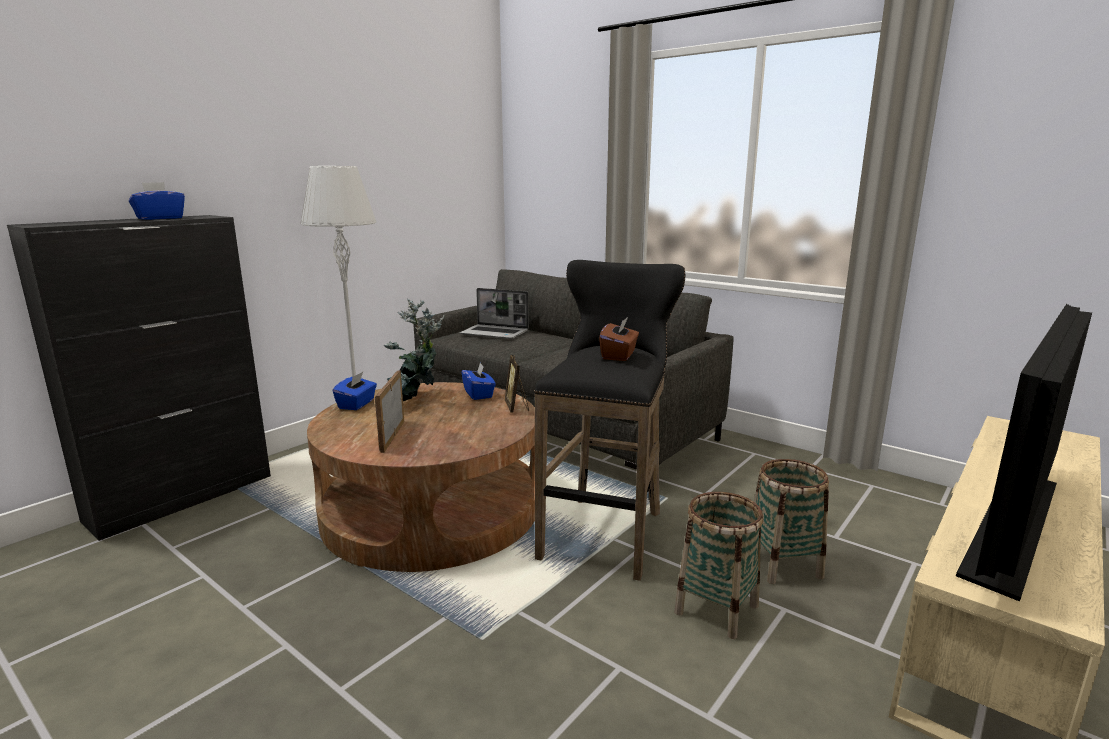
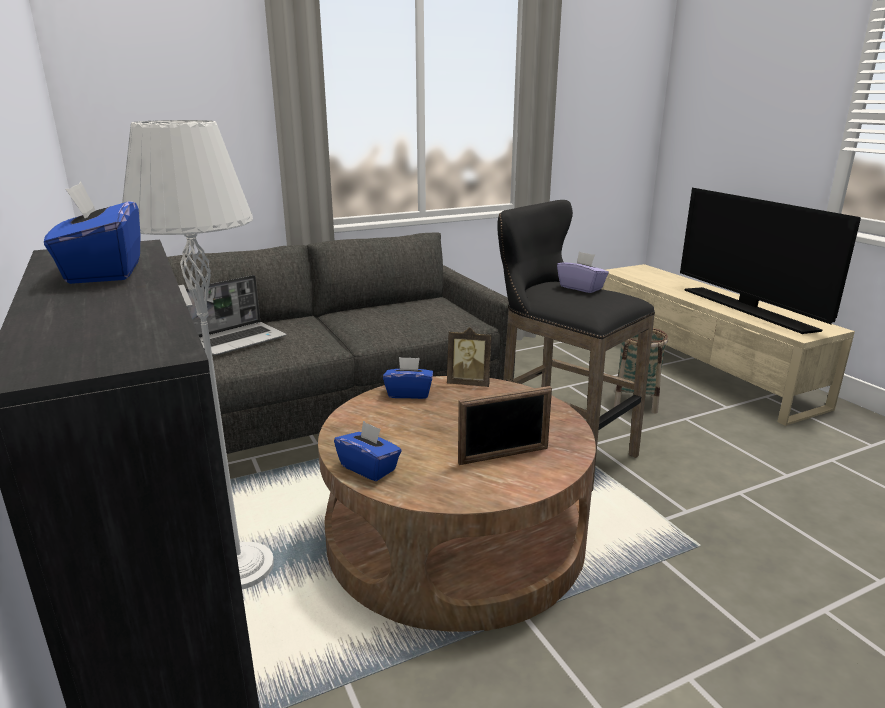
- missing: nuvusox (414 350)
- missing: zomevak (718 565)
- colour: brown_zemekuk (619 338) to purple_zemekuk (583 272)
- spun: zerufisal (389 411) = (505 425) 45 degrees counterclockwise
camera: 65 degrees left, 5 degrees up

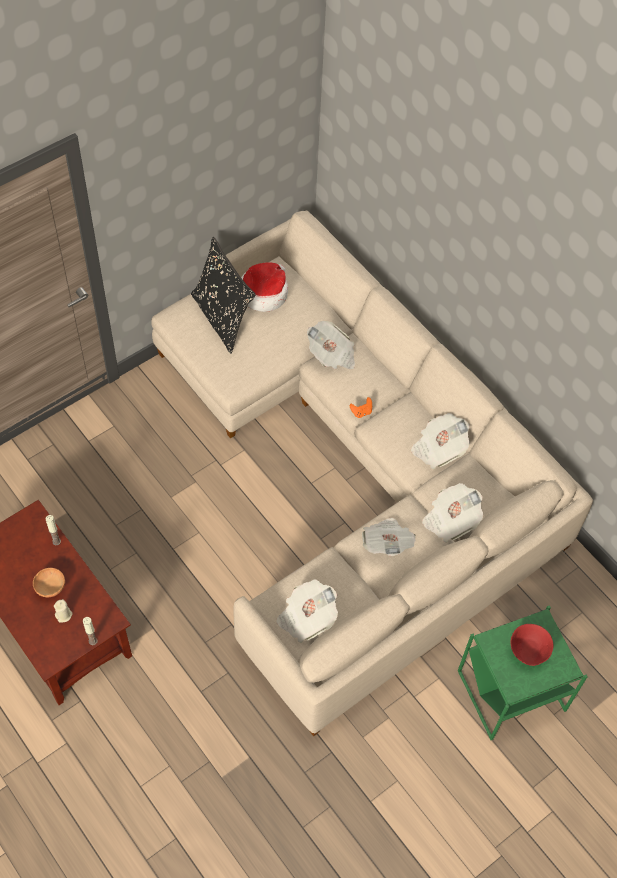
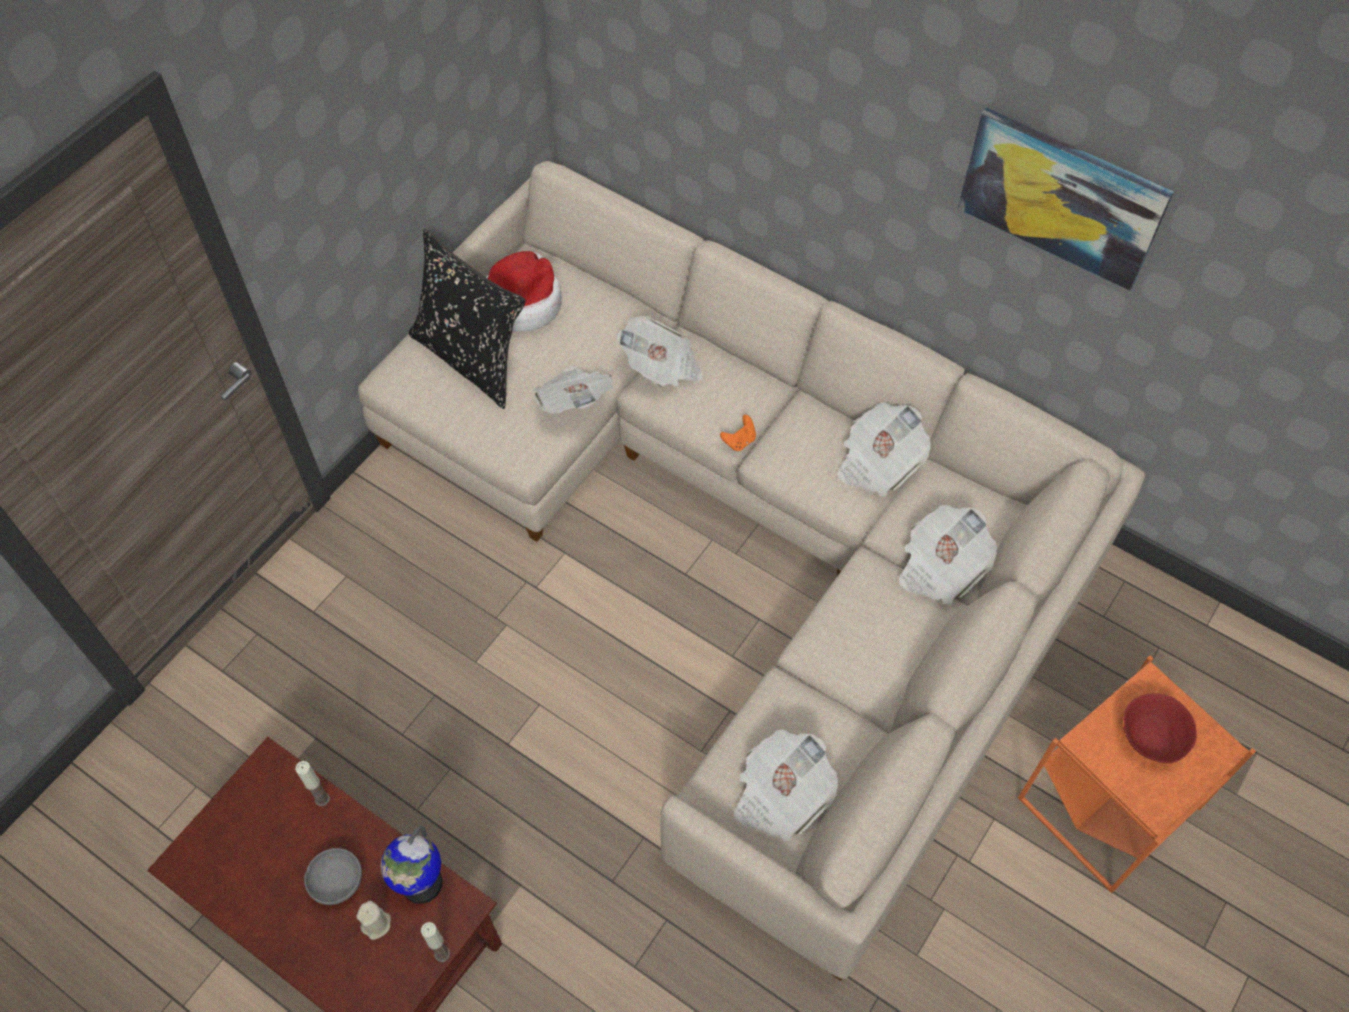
- appeared: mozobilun (411 865)
- appeared: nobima (1066 199)
- relocated: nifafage (389 537) to (573 390)
- colour: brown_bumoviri (49 582) to grey_bumoviri (333 876)
- colour: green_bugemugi (523 672) to orange_bugemugi (1137 774)
camera: 15 degrees left, 0 degrees up

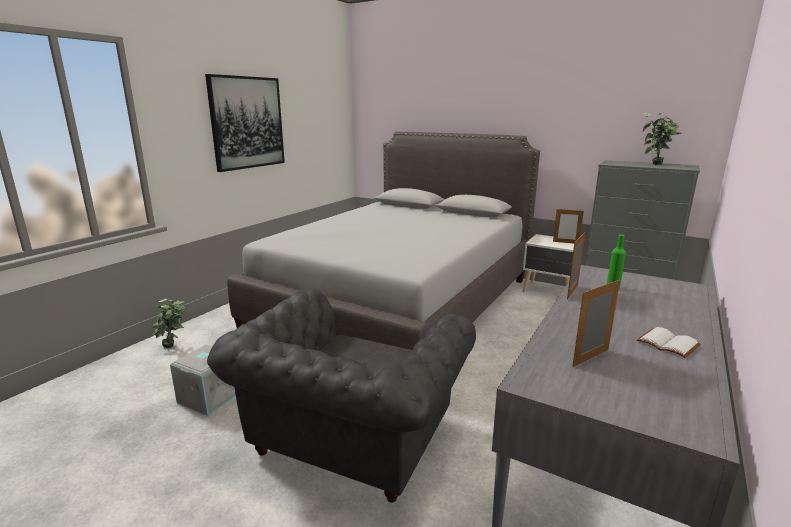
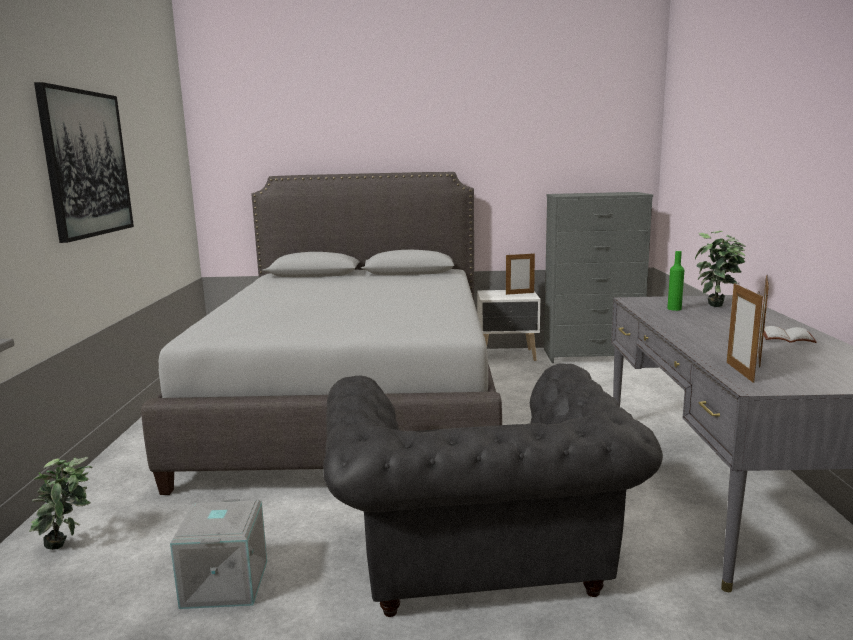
- relocated: zerufisal (576 266) to (745 333)
- relocated: nuvusox (662 139) to (720 269)
camera: 30 degrees left, 5 degrees down

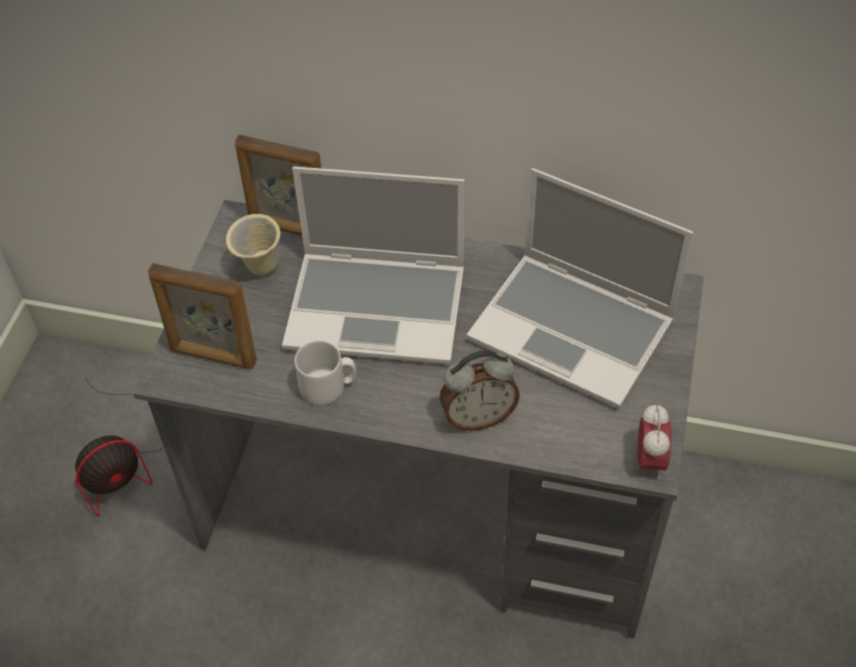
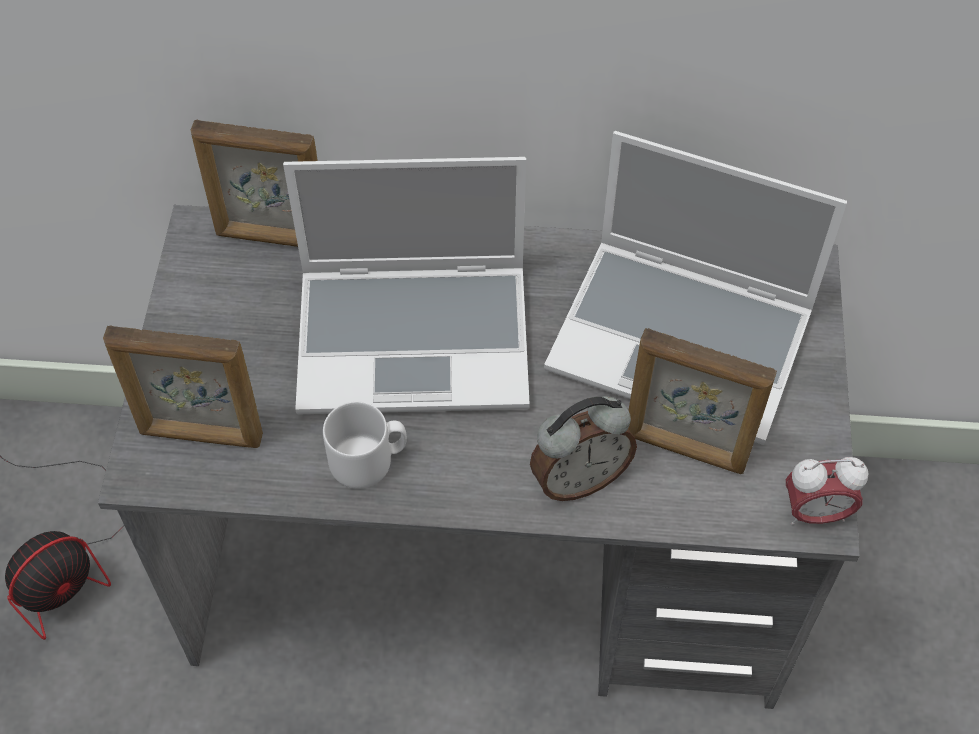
- missing: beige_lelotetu (253 244)
- appeared: zerufisal (702 401)
- spun: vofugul (655 441) = (827 491) 90 degrees clockwise
camera: 10 degrees left, 5 degrees up

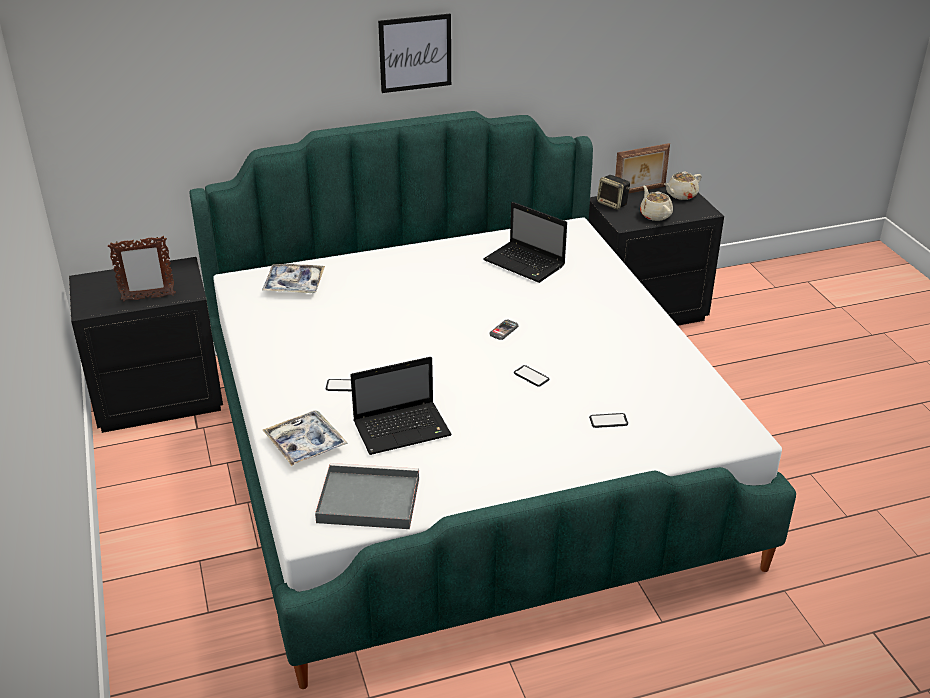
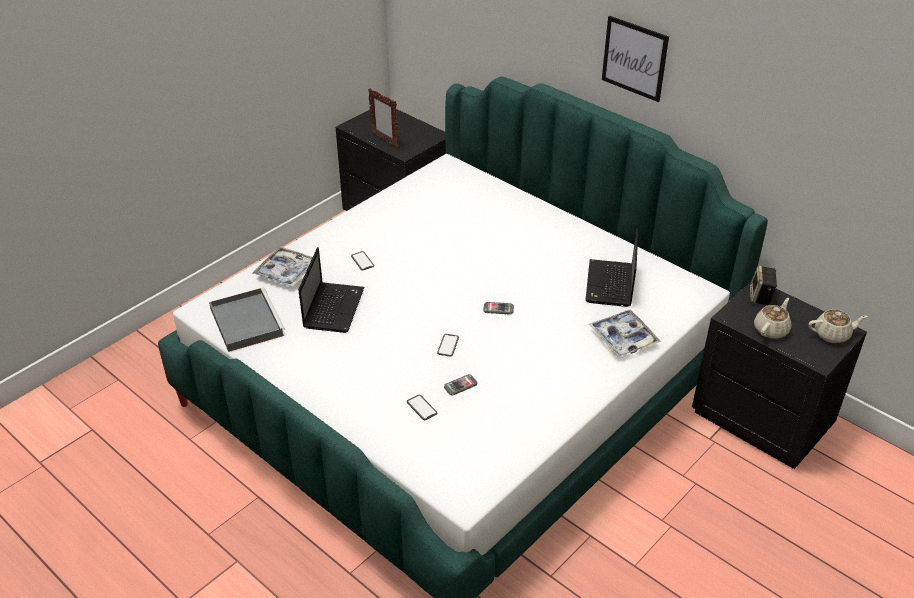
- missing: zerufisal (642 168)
- appeared: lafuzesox (460 385)
- relocated: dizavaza (293 278) to (625 333)
- spun: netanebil (401 406) = (331 290) 120 degrees counterclockwise
- spun: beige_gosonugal (683 186) = (838 326) 150 degrees clockwise
camera: 60 degrees right, 5 degrees up

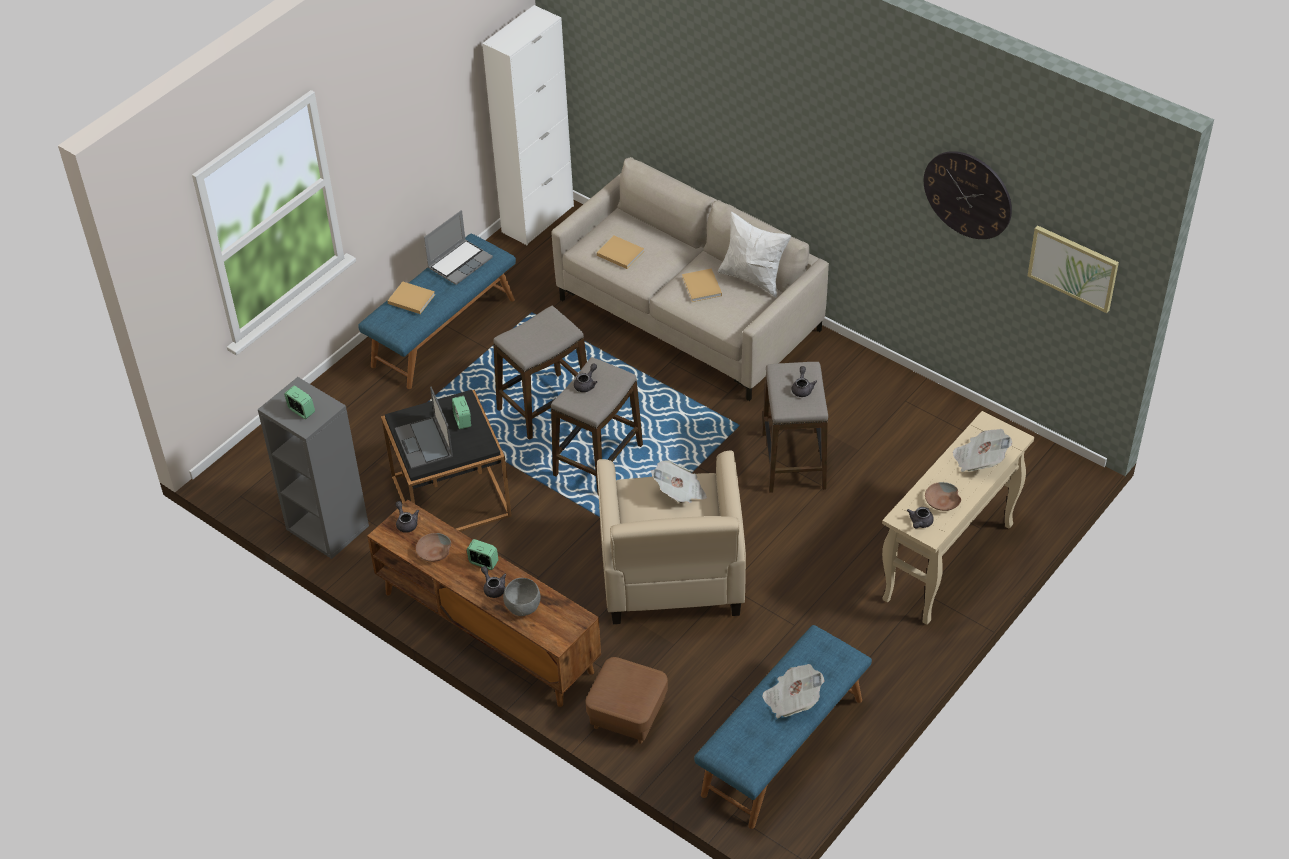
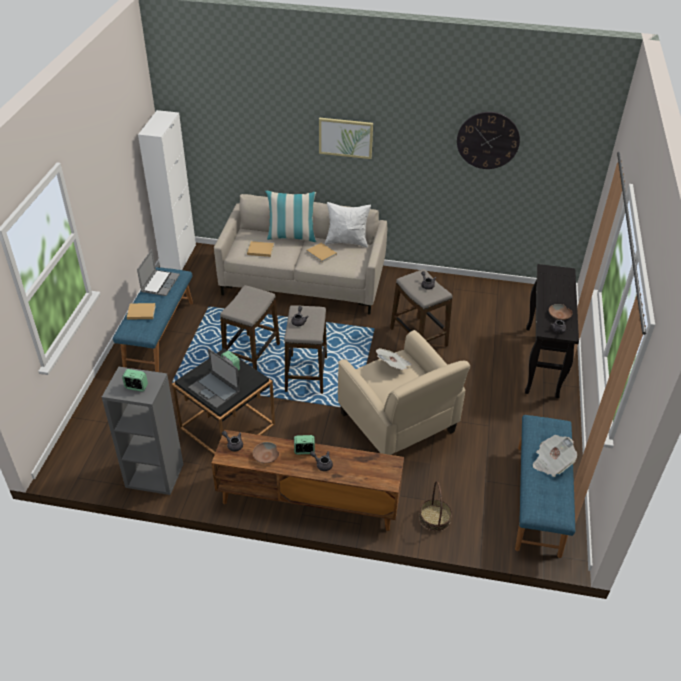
- missing: grey_bumoviri (521 597)
- missing: nifafage (982 450)
- appeared: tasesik (291 216)
- relocated: nobima (1073 269) to (346 138)
- exchanged: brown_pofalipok (627 700) to zomevak (435 506)
- colour: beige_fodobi (958 518) to black_fodobi (552 331)
camera: 30 degrees left, 5 degrees down

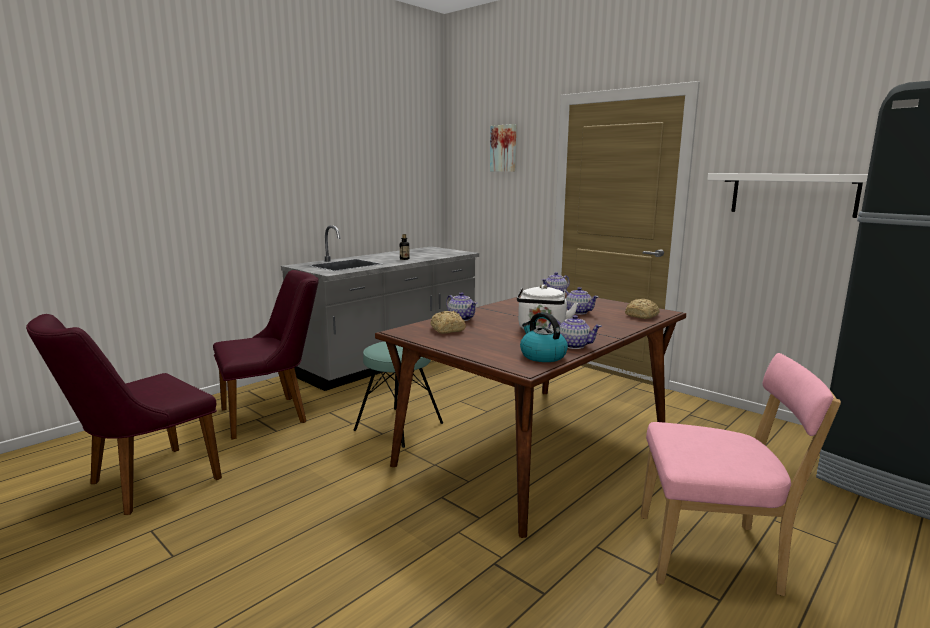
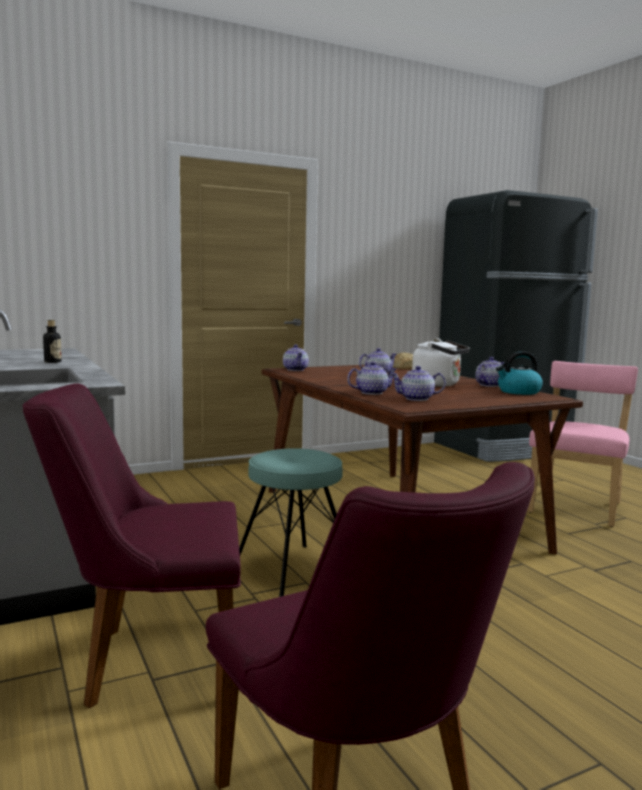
- missing: nobima (503 148)
- missing: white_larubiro (787 195)
- exchanged: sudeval (448 322) to gosonugal (418 383)
- spun: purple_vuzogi (266 355) = (131 545) 90 degrees counterclockwise
camera: 70 degrees left, 5 degrees down

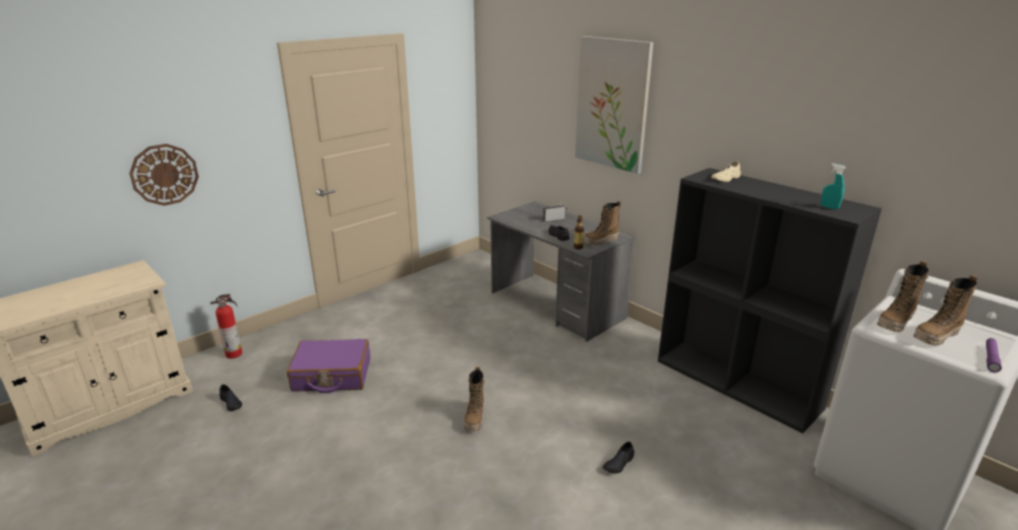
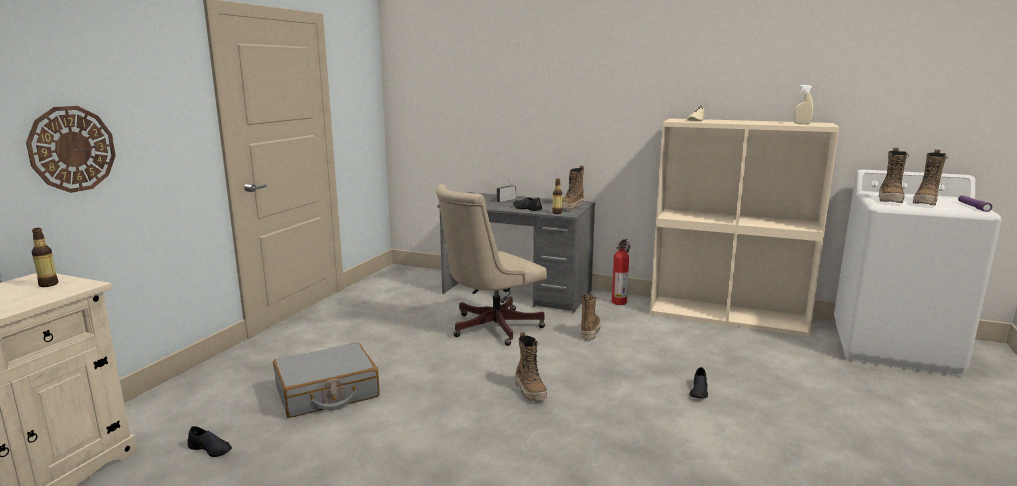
- missing: nobima (614 105)
- appeared: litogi (44 257)
- appeared: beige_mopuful (491 265)
- appeared: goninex (590 317)
- relocated: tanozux (226 326) to (621 272)
- colour: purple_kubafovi (328 366) to grey_kubafovi (326 380)
- colour: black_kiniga (770 300) to beige_kiniga (745 227)
- colour: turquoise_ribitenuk (833 187) to beige_ribitenuk (803 104)
camera: 25 degrees left, 10 degrees down

